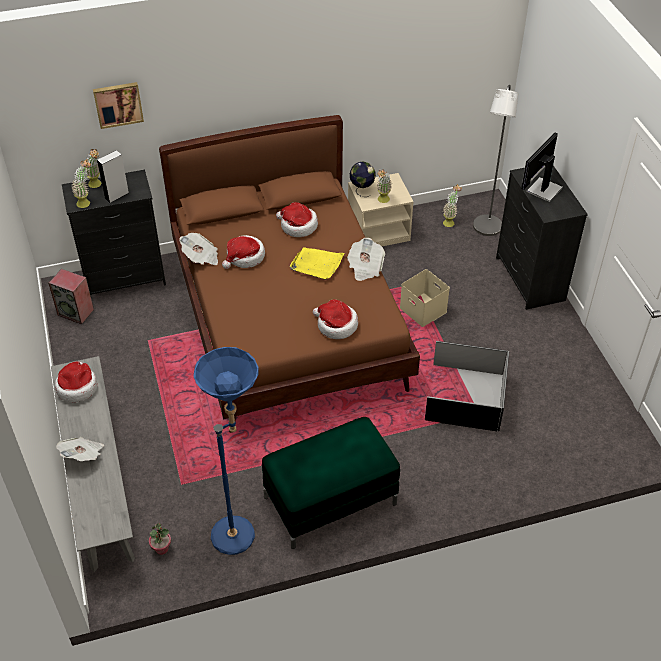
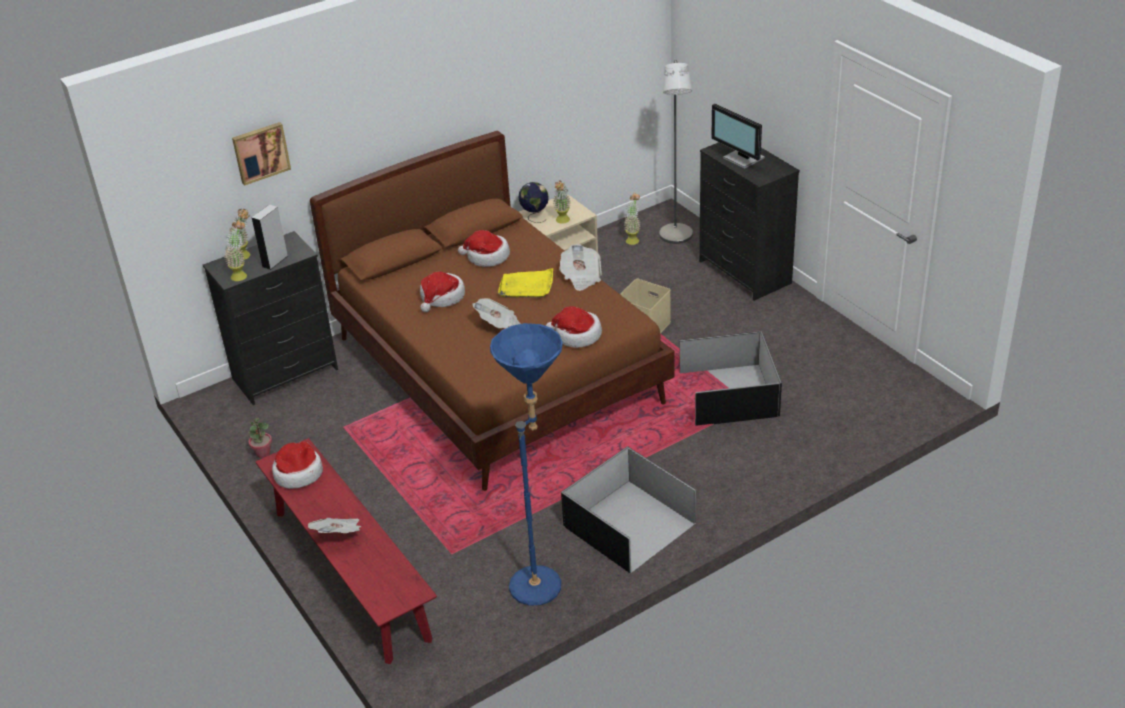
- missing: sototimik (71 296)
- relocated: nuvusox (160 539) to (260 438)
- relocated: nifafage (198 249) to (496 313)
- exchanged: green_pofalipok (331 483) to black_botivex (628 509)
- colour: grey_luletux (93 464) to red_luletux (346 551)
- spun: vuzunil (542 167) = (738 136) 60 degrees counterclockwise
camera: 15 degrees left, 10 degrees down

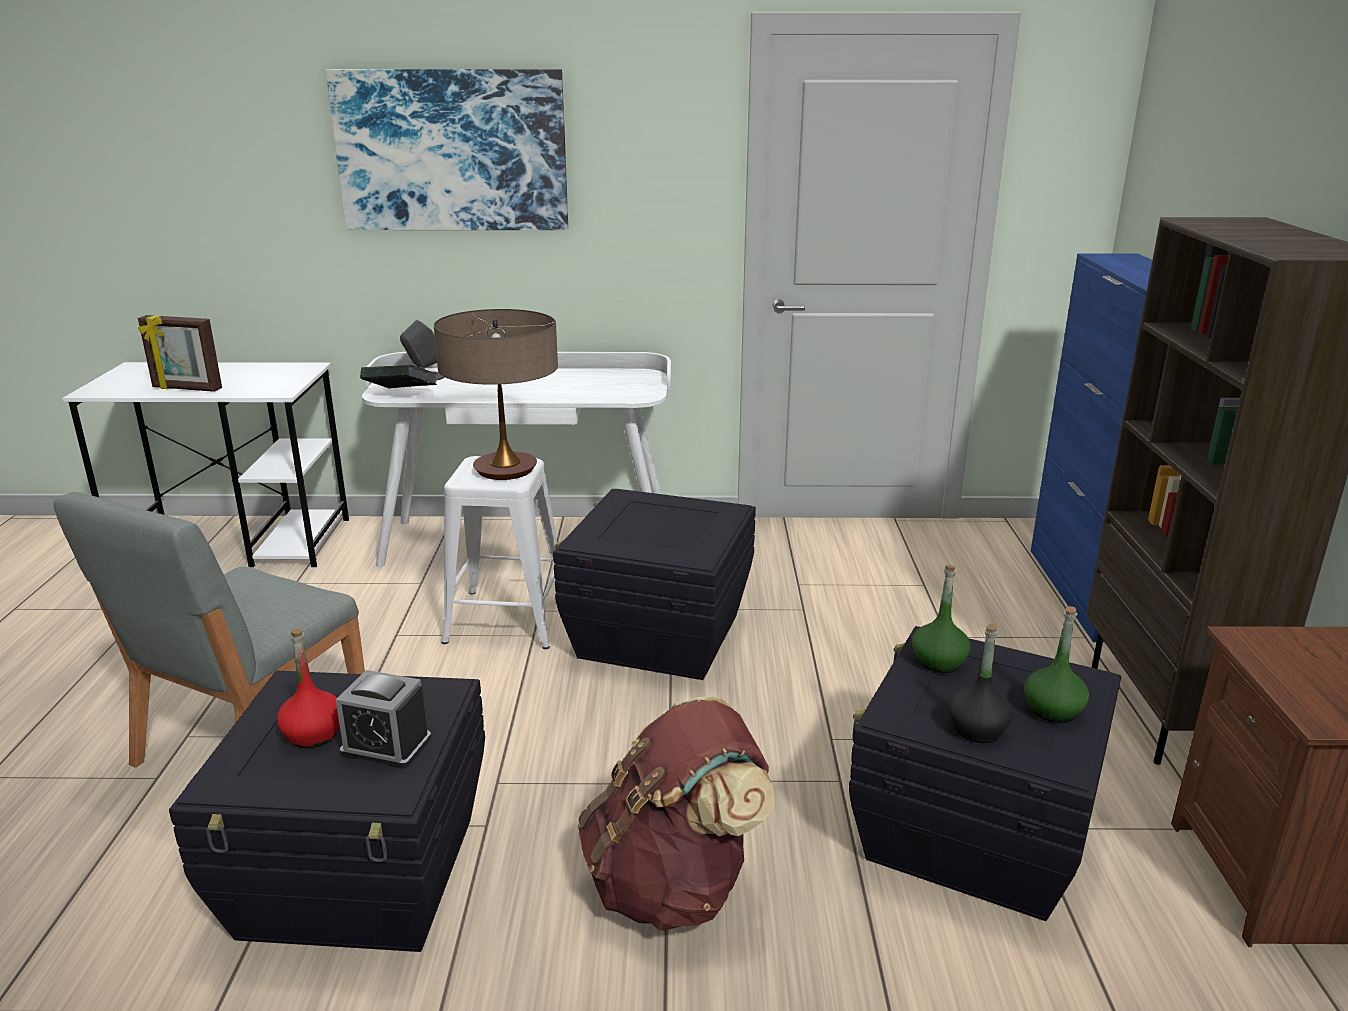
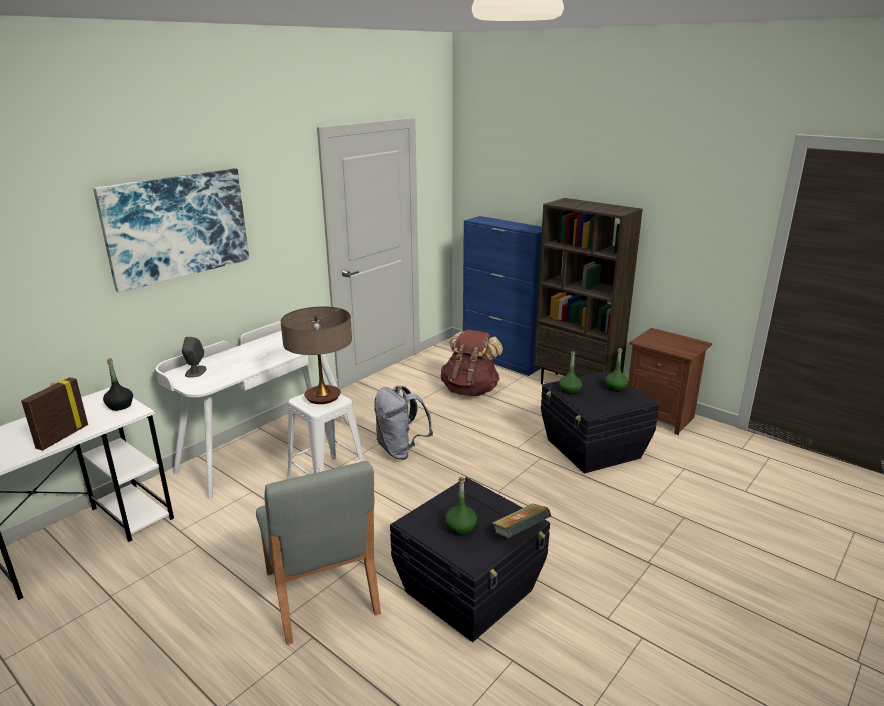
- missing: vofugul (383 719)
- relocated: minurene (398 377) to (522 520)
- relocated: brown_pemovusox (676 813) to (472 362)
- relocated: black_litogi (980 683) to (118 384)
- exchanged: black_botivex (654 584) to grey_pemovusox (403 422)
- colour: red_litogi (308 688) to green_litogi (461 506)
- spun: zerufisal (180 353) = (54 414) 150 degrees clockwise
camera: 50 degrees left, 0 degrees up

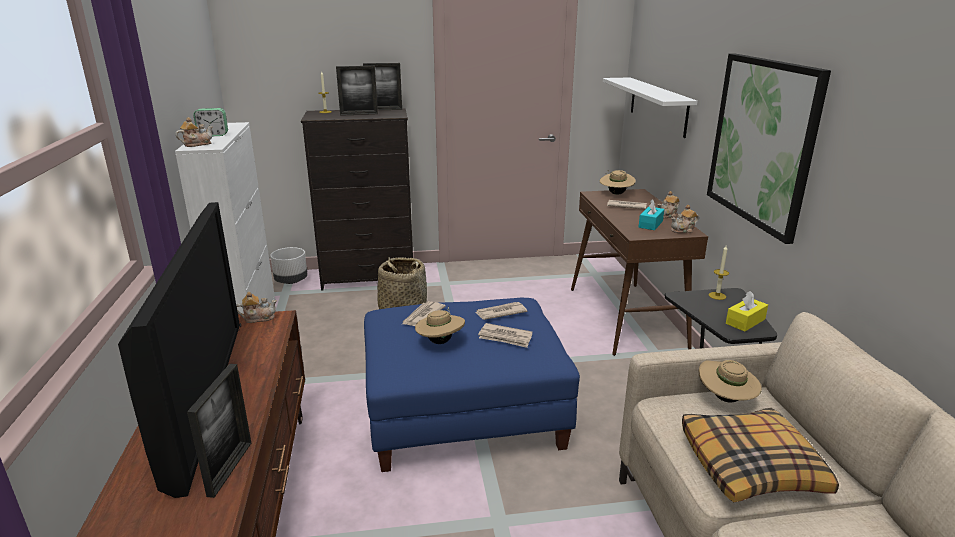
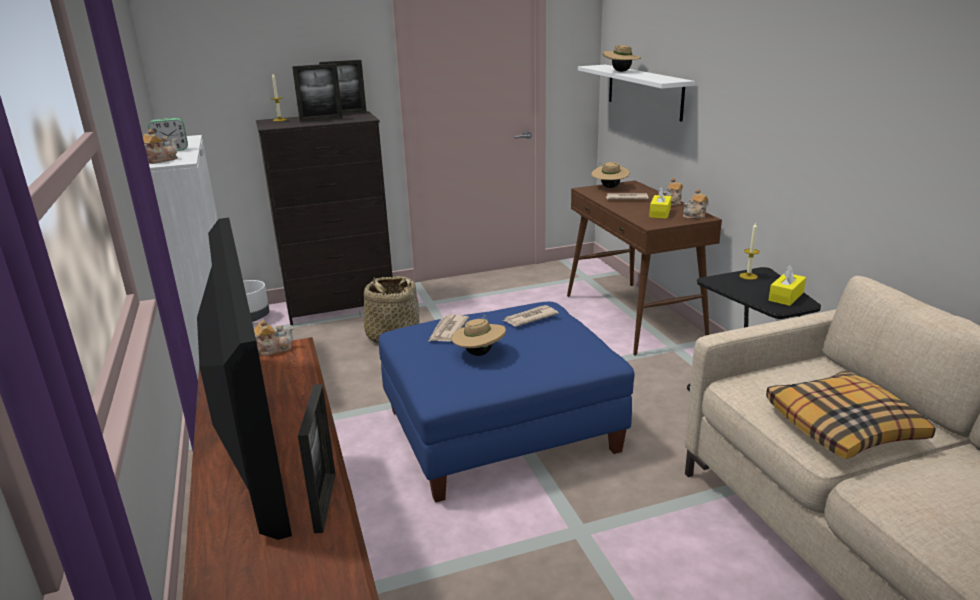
- missing: nifafage (505 335)
- missing: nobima (769 148)
- relocated: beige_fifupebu (730 381) to (622 58)
- colour: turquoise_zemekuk (651 214) to yellow_zemekuk (660 202)
camera: 10 degrees left, 0 degrees up

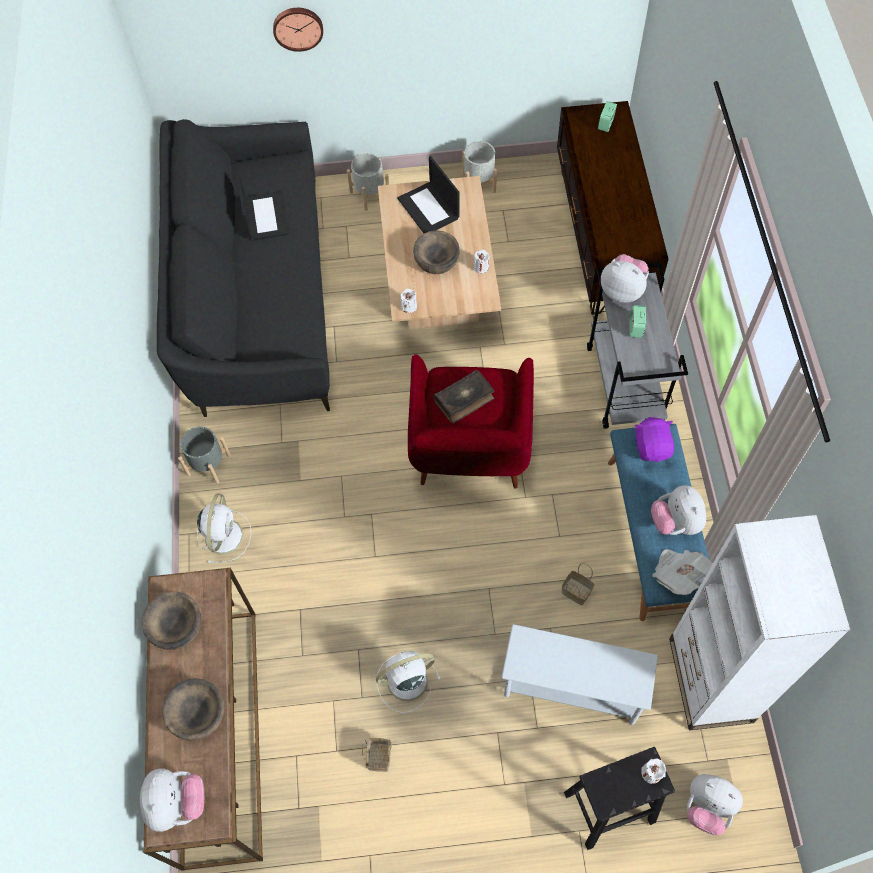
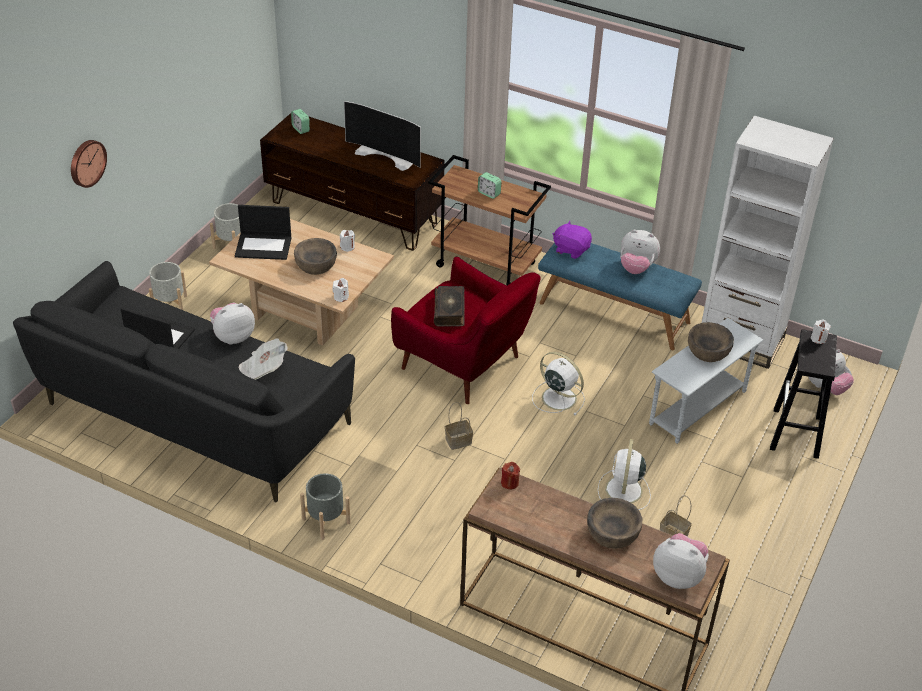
- appeared: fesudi (382 136)
- appeared: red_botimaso (510 475)
- relocated: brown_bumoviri (171 620) to (711 342)
- relocated: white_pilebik (224 528) to (558 384)
- relocated: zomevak (578 584) to (459 426)
- relocated: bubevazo (625 278) to (232 323)
- relocated: nifafage (682 572) to (263 359)
- colour: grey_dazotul (637 346) to brown_dazotul (489 220)
camera: 60 degrees left, 20 degrees down

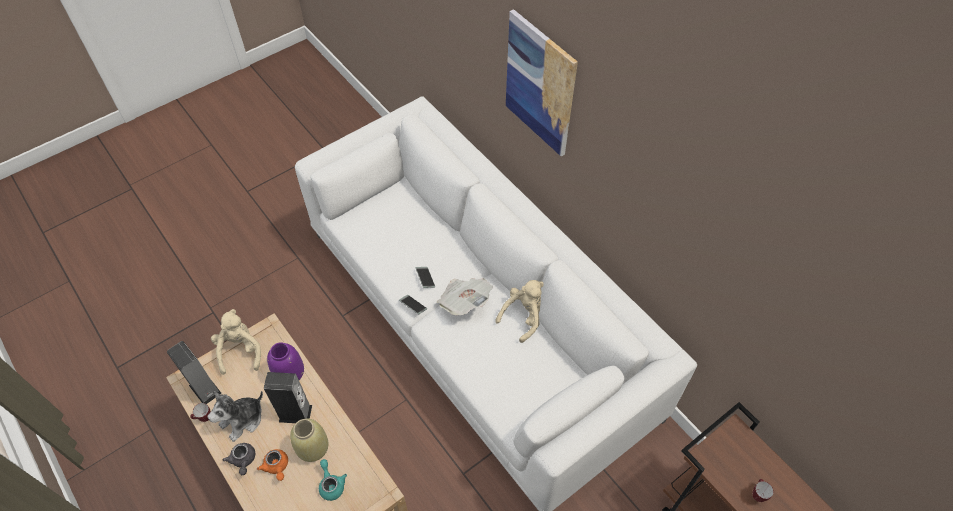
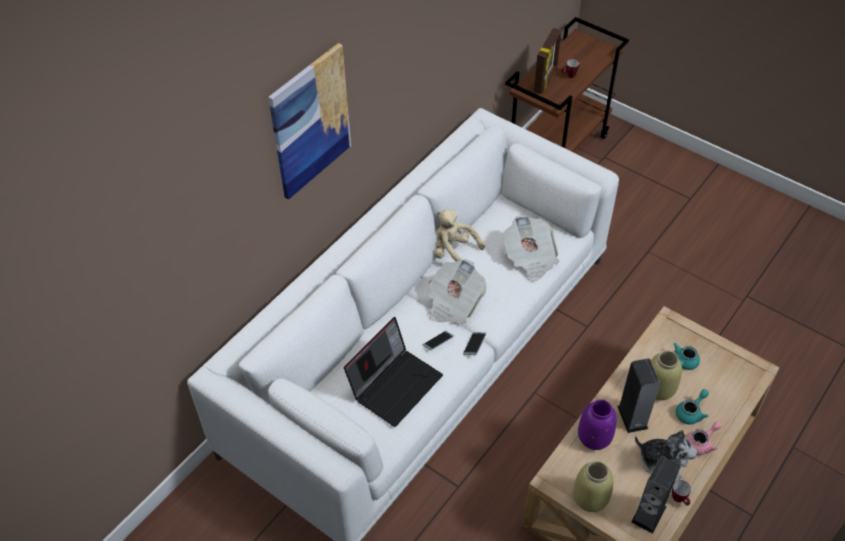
- appeared: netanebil (393 372)
- appeared: nifafage (531 248)
- appeared: zerufisal (547 61)
- exchanged: beige_bubevazo (236 342) to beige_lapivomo (593 486)
- colour: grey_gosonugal (238 459) to pink_gosonugal (704 438)
- colour: orange_gosonugal (272 465) to turquoise_gosonugal (692 407)
camera: 105 degrees left, 5 degrees down

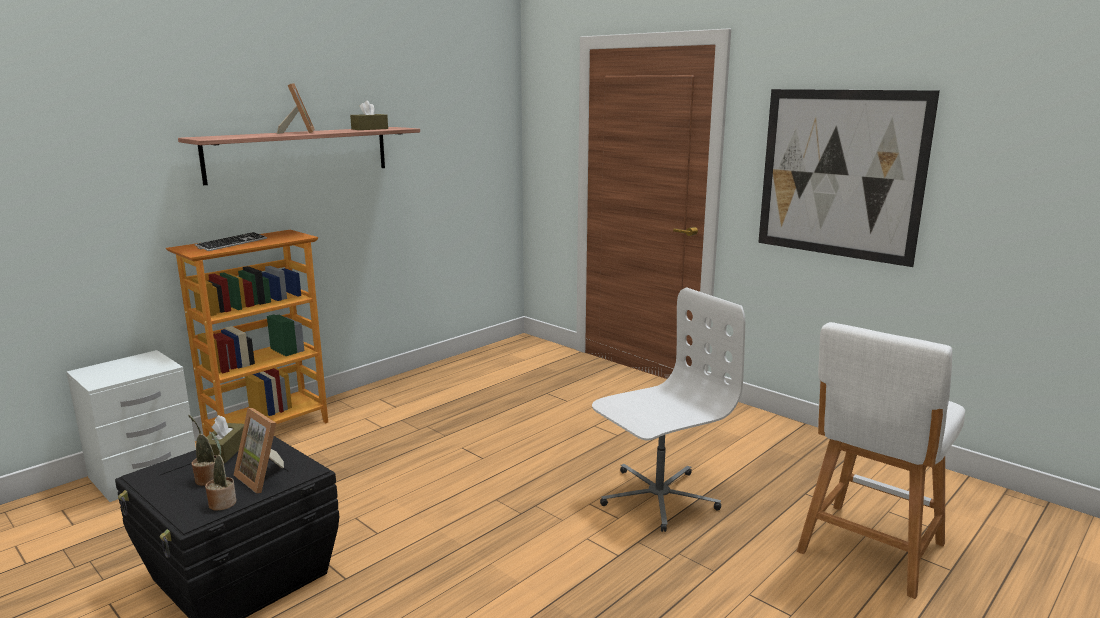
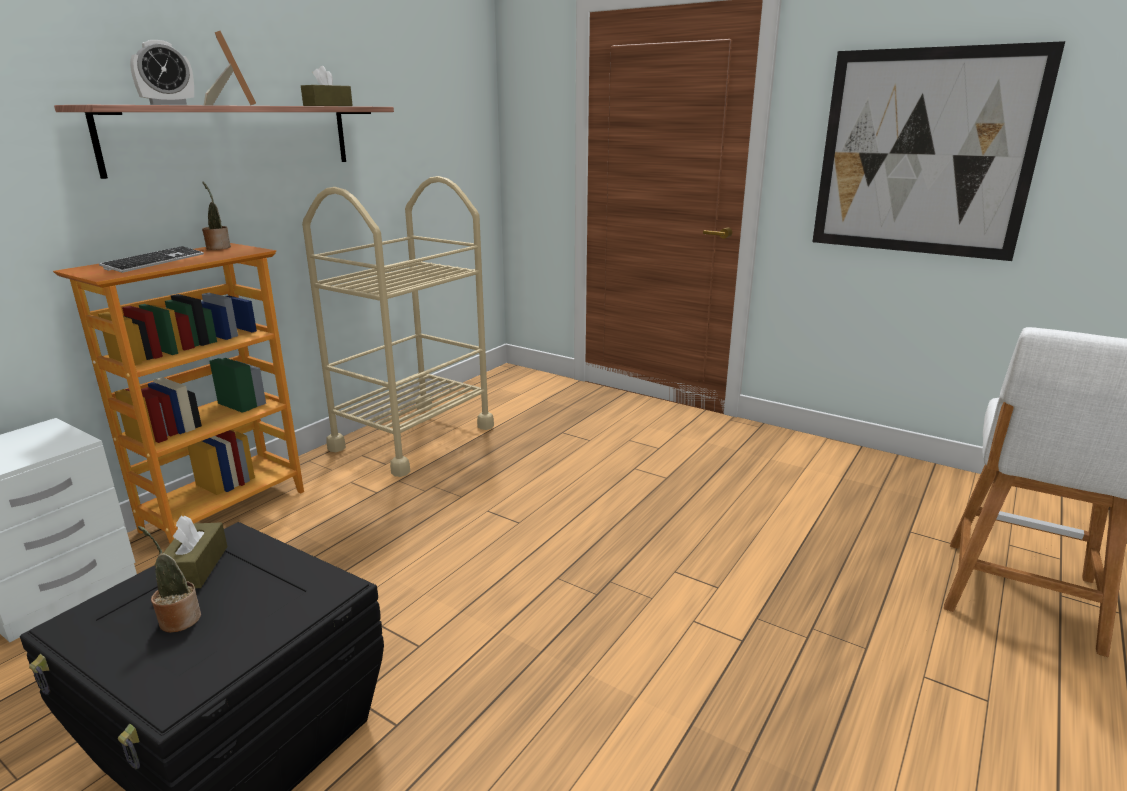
- missing: zerufisal (259 450)
- missing: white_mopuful (668 410)
- appeared: vofugul (162 72)
- appeared: beige_dazotul (398 326)
- relocated: nuvusox (220 471) to (216 216)
camera: 10 degrees left, 5 degrees up

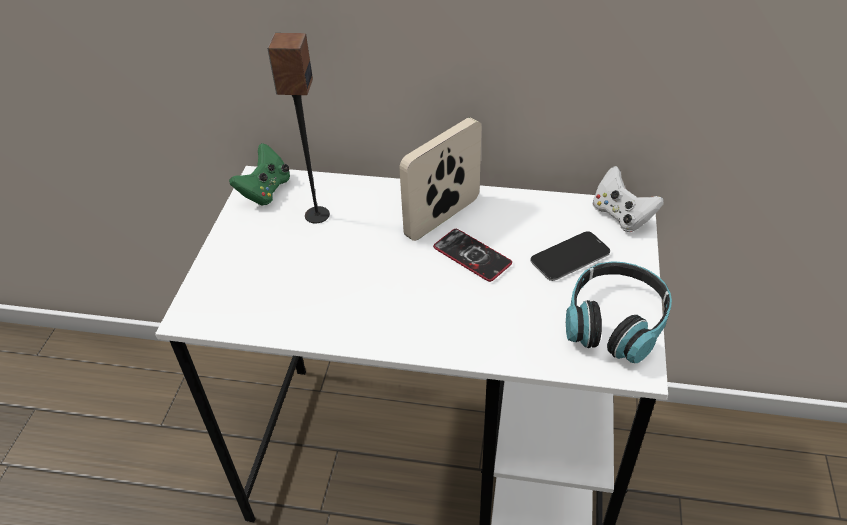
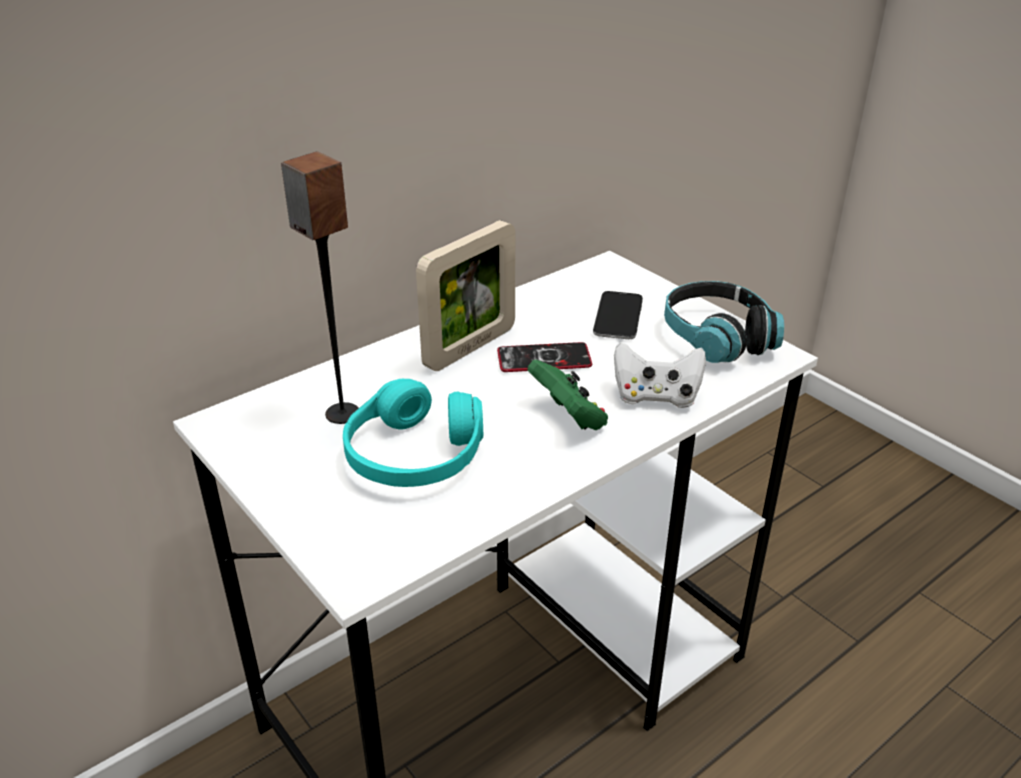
- appeared: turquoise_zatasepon (413 433)
- relocated: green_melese (259 174) to (567 395)
- relocated: white_melese (628 199) to (660 375)
- spun: zerufisal (440 179) = (465 295) 135 degrees counterclockwise
camera: 50 degrees left, 10 degrees down

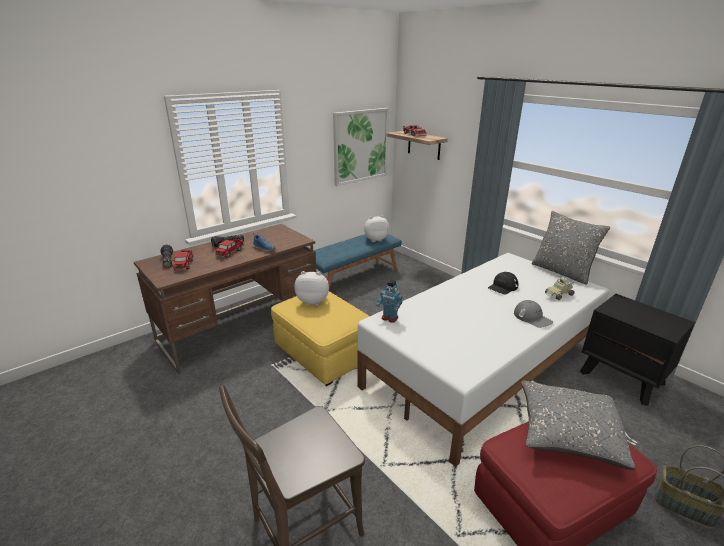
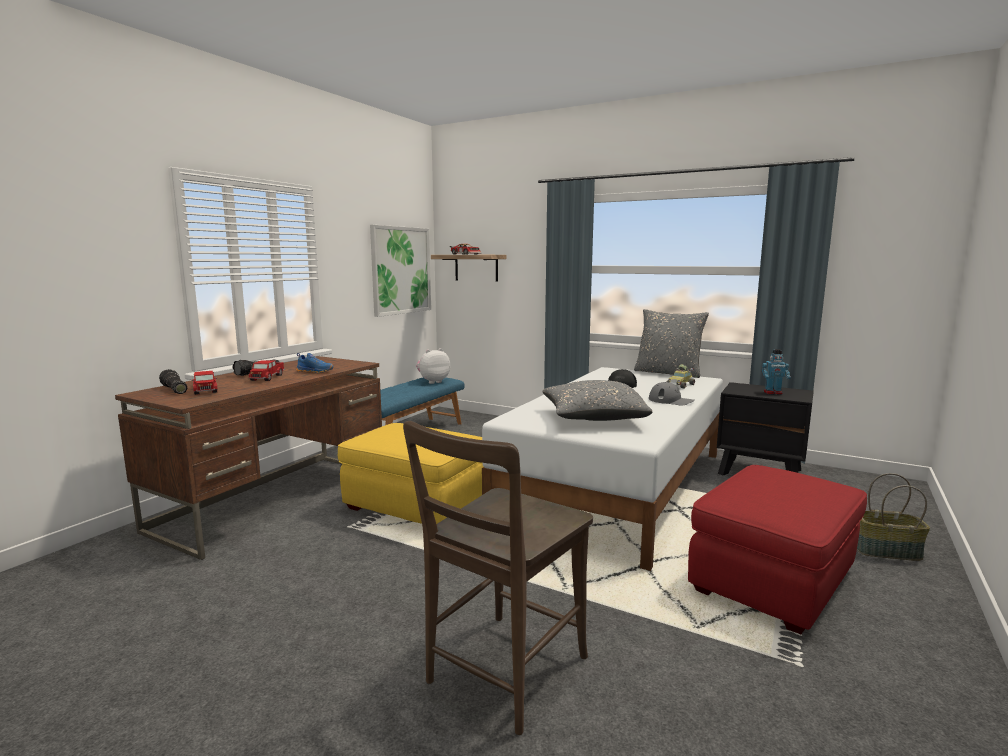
- missing: bubevazo (311 288)
- relocated: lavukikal (389 301) to (776 372)
- relocated: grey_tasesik (578 425) to (597 400)
camera: 20 degrees left, 15 degrees down

